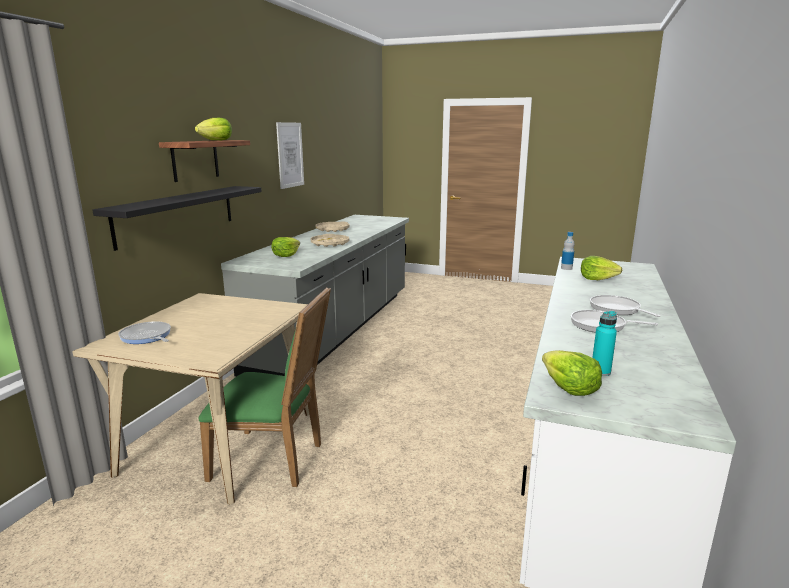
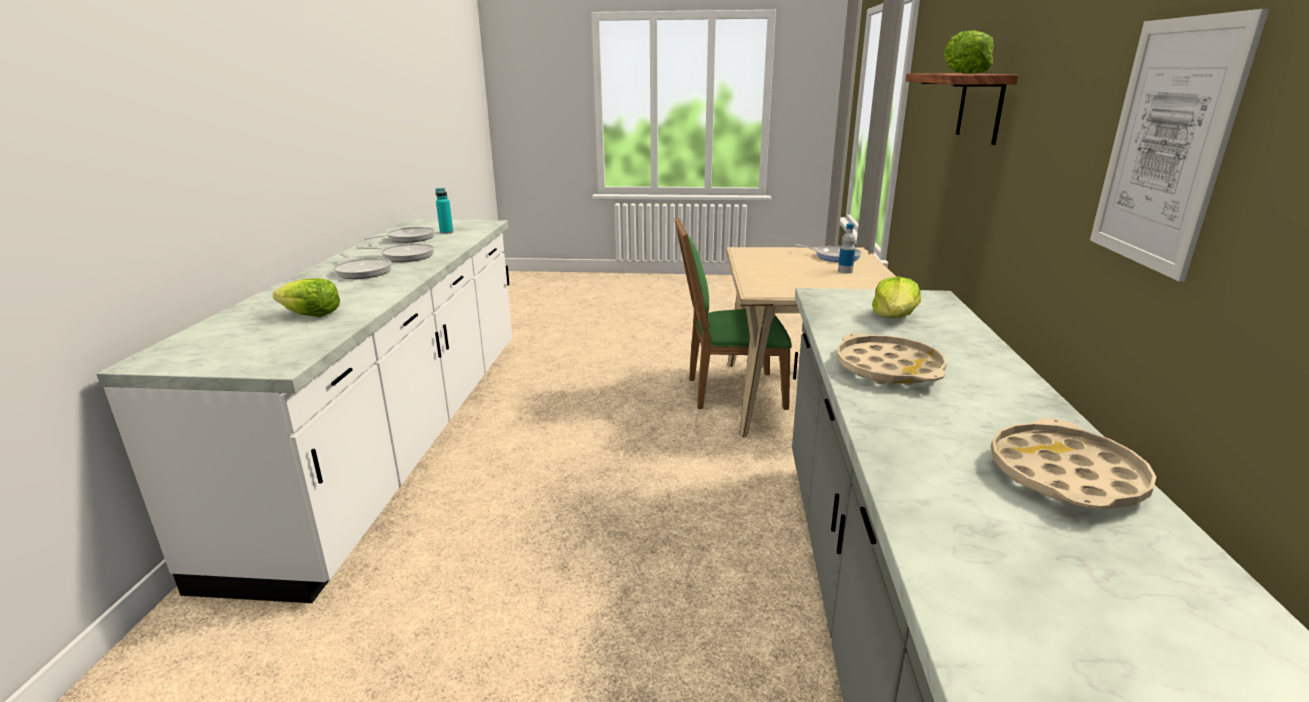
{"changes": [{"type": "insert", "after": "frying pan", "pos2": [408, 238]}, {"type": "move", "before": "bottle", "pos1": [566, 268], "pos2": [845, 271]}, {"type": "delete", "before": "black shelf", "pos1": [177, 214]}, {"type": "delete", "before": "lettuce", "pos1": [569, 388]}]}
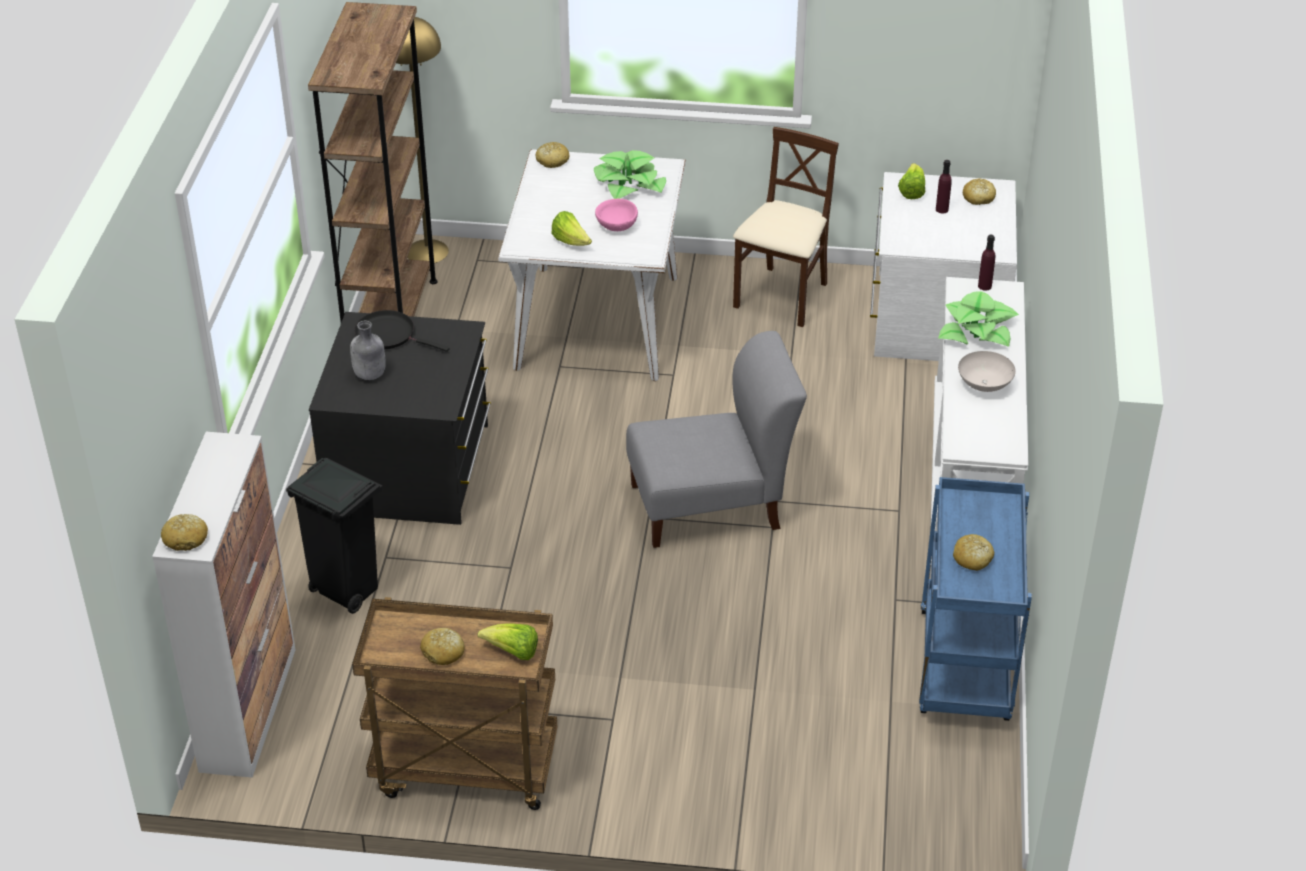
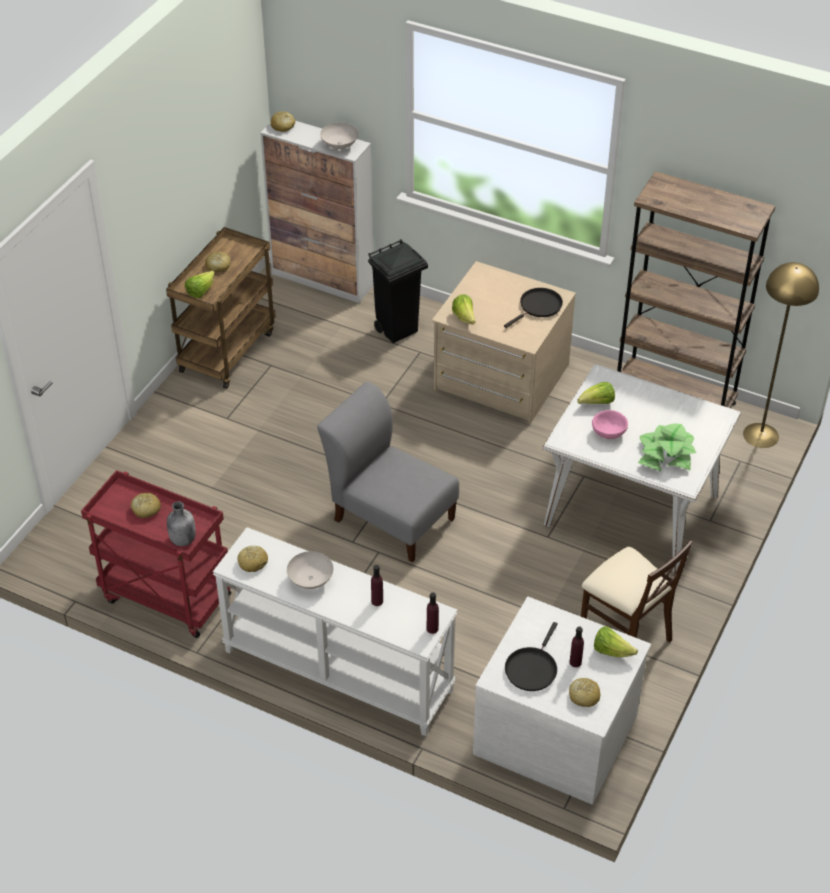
{"changes": [{"type": "recolor", "before": "blue cart", "after": "red cart", "pos1": [966, 669], "pos2": [164, 597]}, {"type": "move", "before": "grey bottle", "pos1": [370, 375], "pos2": [182, 540]}, {"type": "move", "before": "bread", "pos1": [552, 161], "pos2": [253, 562]}, {"type": "rotate", "before": "grey chair", "pos1": [712, 505], "pos2": [390, 516], "turn": 120}, {"type": "insert", "after": "white bowl", "pos2": [339, 146]}, {"type": "replace", "before": "potted plant", "after": "purple bottle", "pos1": [977, 331], "pos2": [377, 601]}, {"type": "recolor", "before": "black dresser", "after": "beige dresser", "pos1": [410, 469], "pos2": [500, 378]}, {"type": "insert", "after": "lettuce", "pos2": [464, 317]}, {"type": "insert", "after": "black frying pan", "pos2": [532, 668]}]}
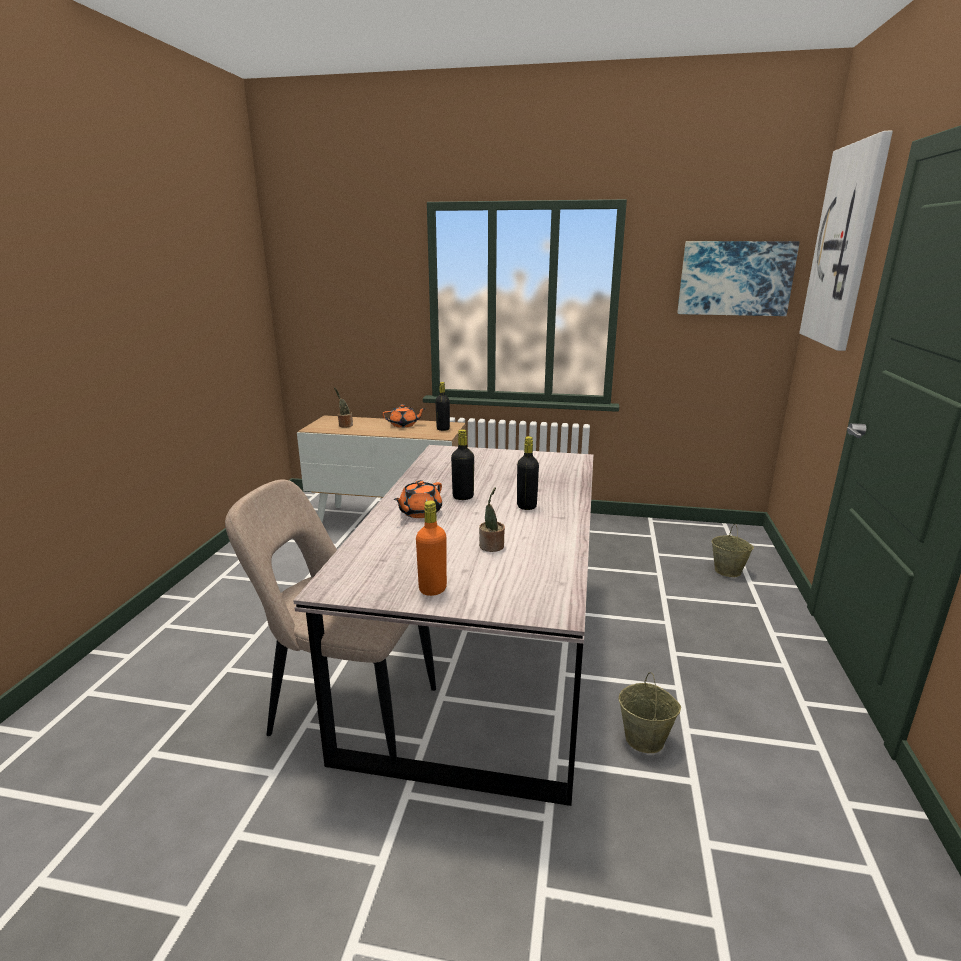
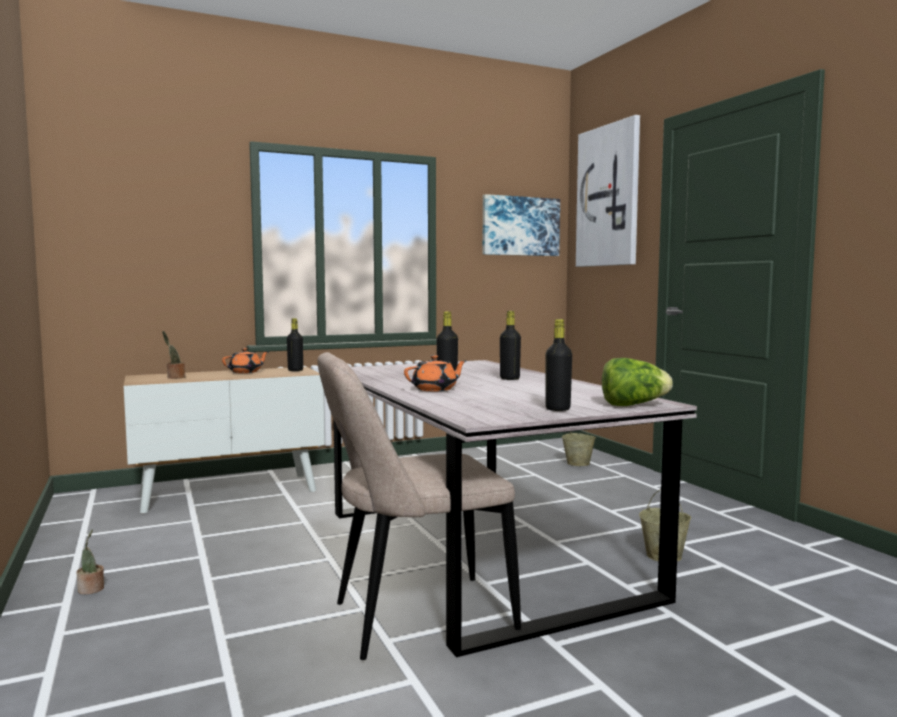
{"changes": [{"type": "move", "before": "potted plant", "pos1": [491, 547], "pos2": [91, 590]}, {"type": "rotate", "before": "orange teapot", "pos1": [419, 513], "pos2": [435, 389], "turn": -120}, {"type": "recolor", "before": "orange bottle", "after": "black bottle", "pos1": [432, 589], "pos2": [557, 409]}, {"type": "insert", "after": "lettuce", "pos2": [633, 405]}]}
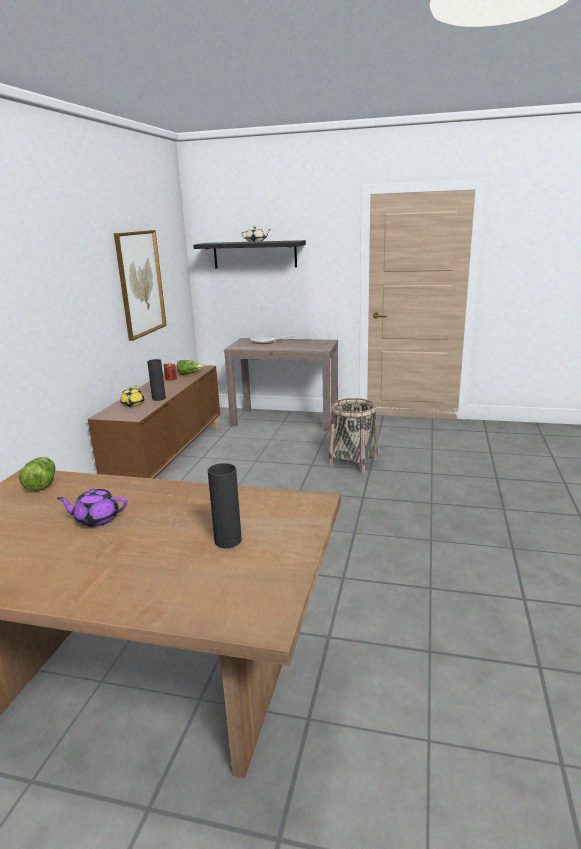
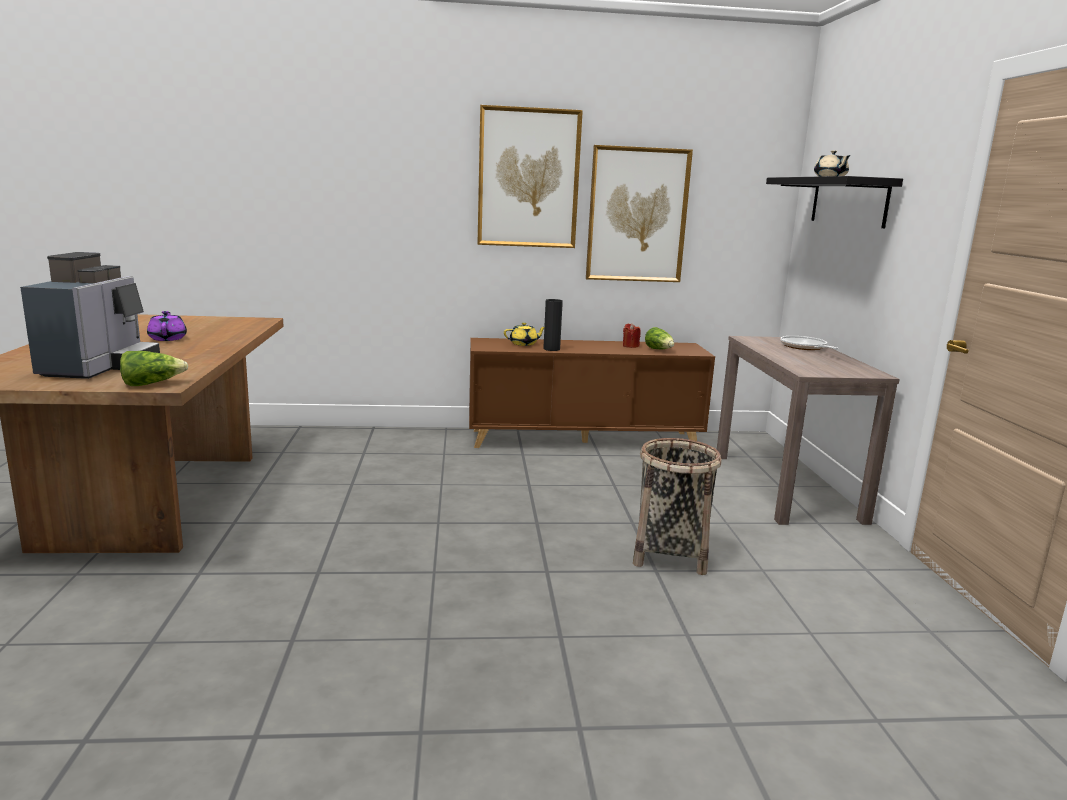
{"changes": [{"type": "replace", "before": "black vase", "after": "coffee machine", "pos1": [228, 541], "pos2": [100, 367]}, {"type": "move", "before": "lettuce", "pos1": [41, 484], "pos2": [152, 384]}, {"type": "insert", "after": "picture", "pos2": [528, 178]}]}
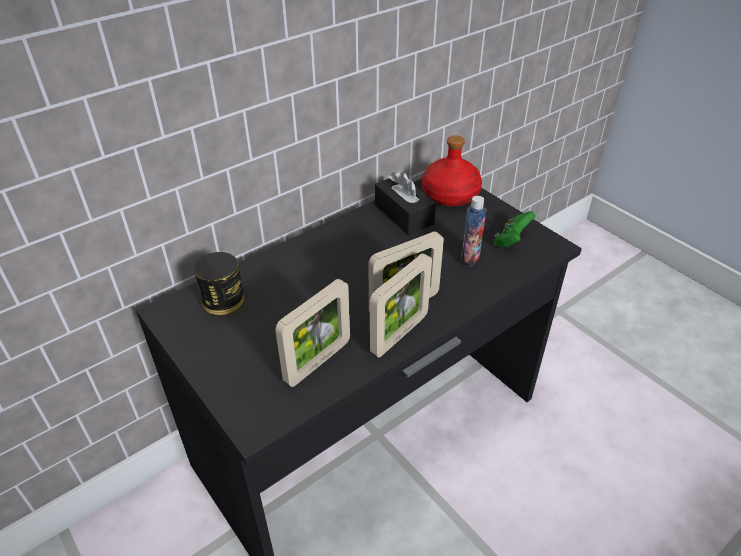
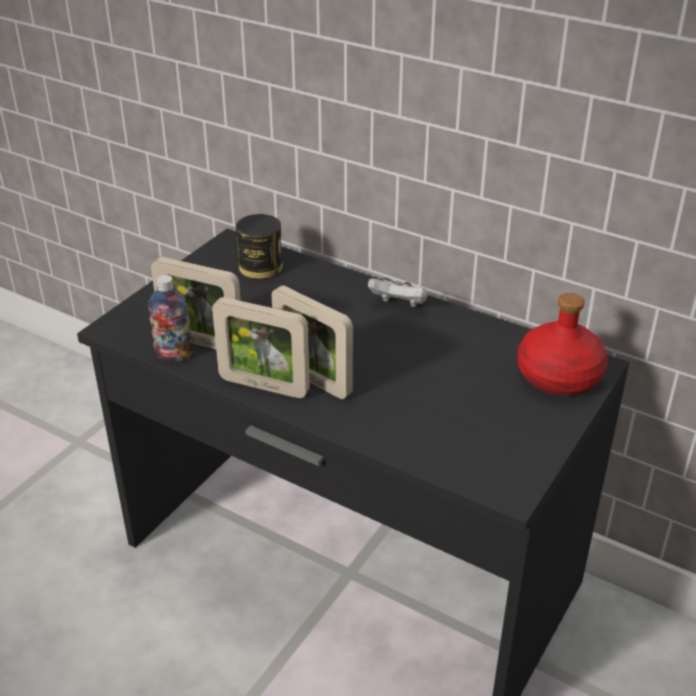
{"changes": [{"type": "move", "before": "bottle", "pos1": [470, 258], "pos2": [174, 355]}, {"type": "insert", "after": "white game controller", "pos2": [399, 305]}, {"type": "delete", "before": "black tissue box", "pos1": [404, 214]}, {"type": "delete", "before": "green game controller", "pos1": [511, 241]}]}
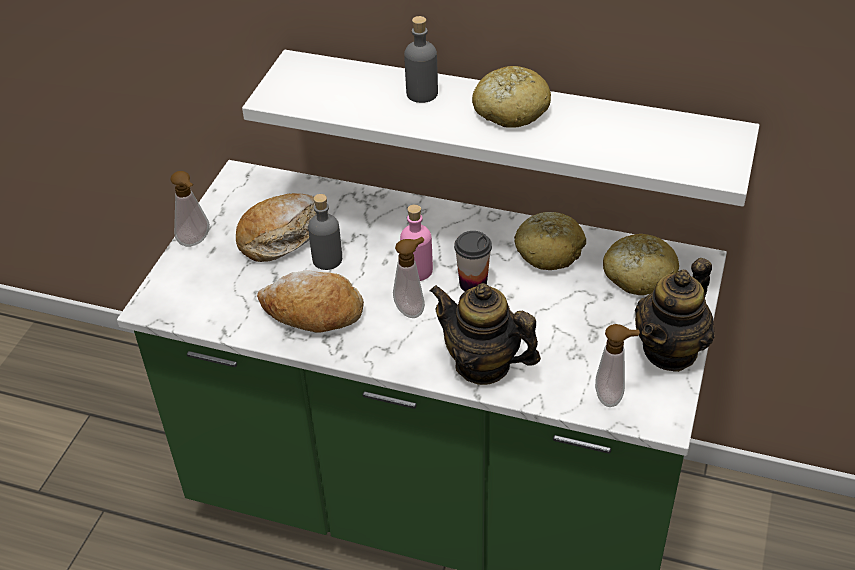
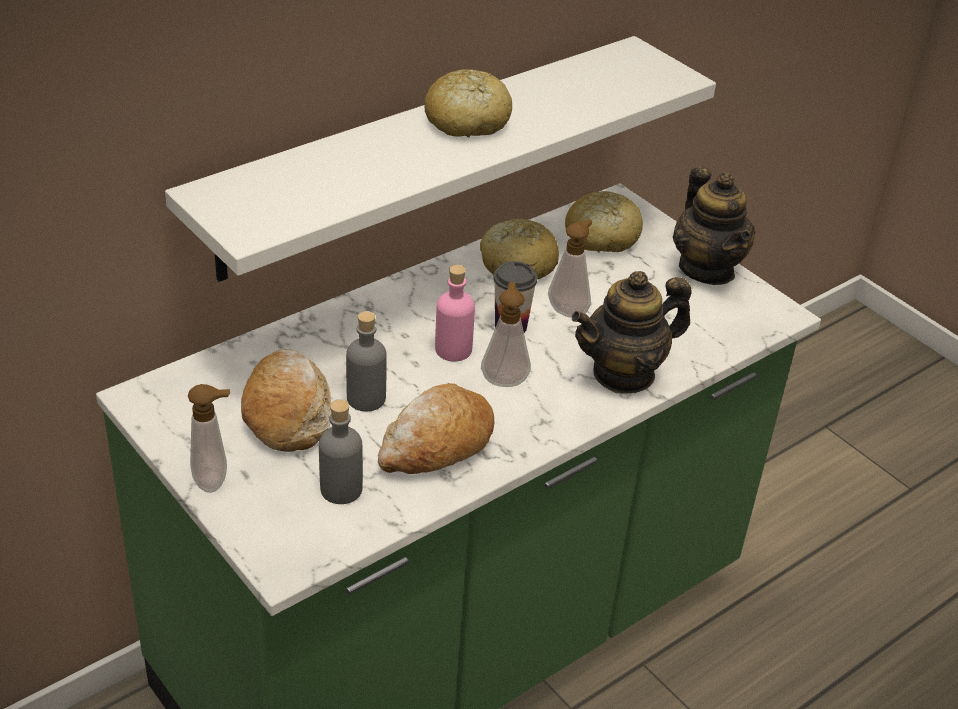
{"changes": [{"type": "move", "before": "grey bottle", "pos1": [422, 93], "pos2": [341, 489]}, {"type": "move", "before": "soap dispenser", "pos1": [611, 396], "pos2": [569, 310]}]}
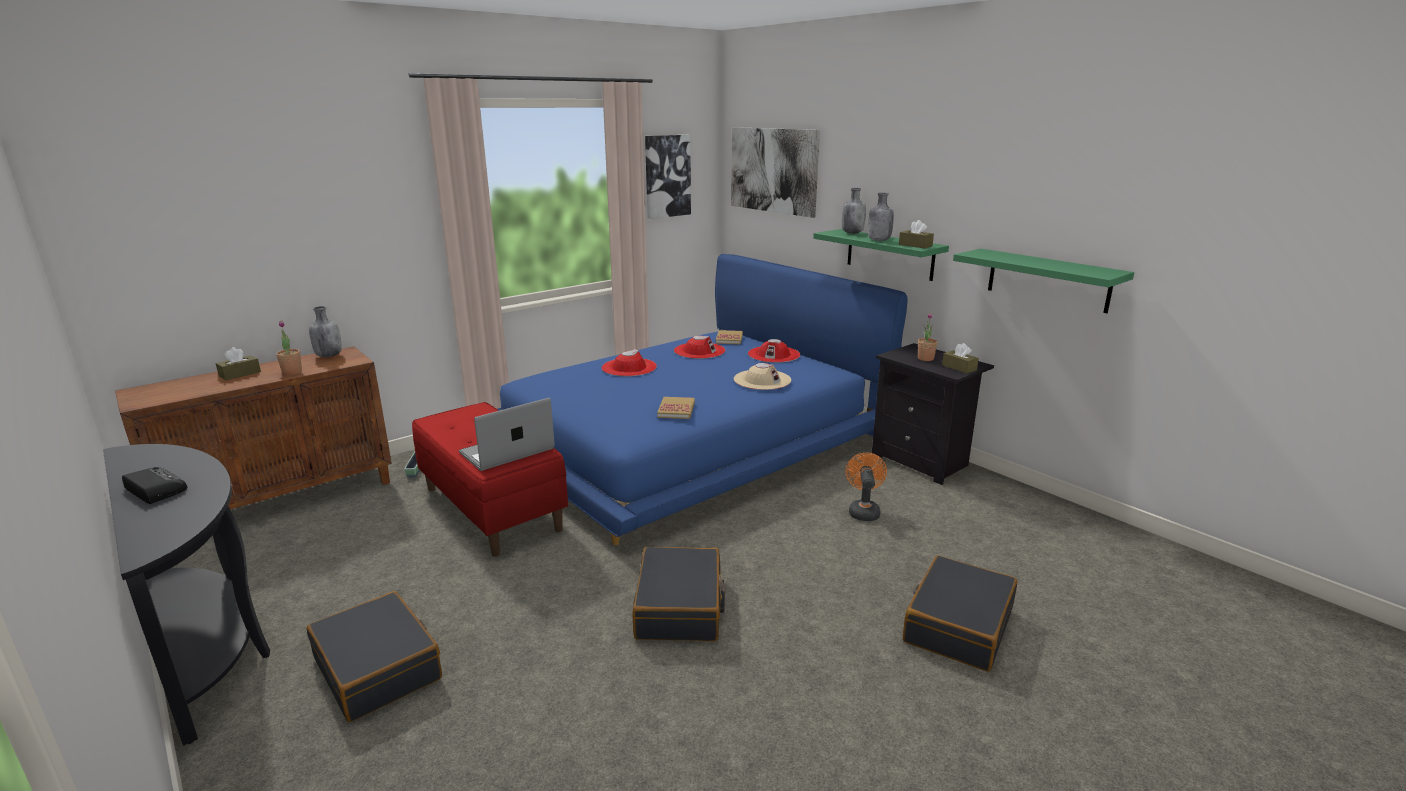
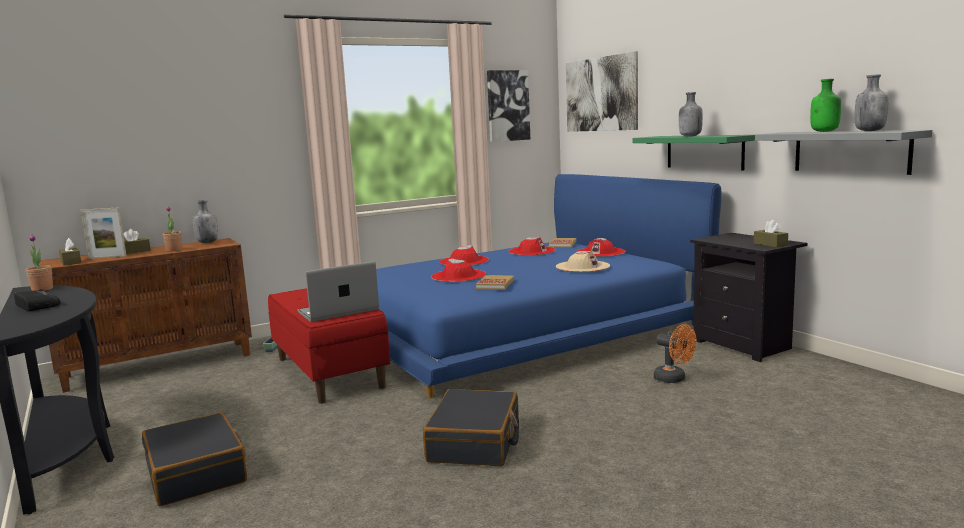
{"changes": [{"type": "move", "before": "potted plant", "pos1": [925, 358], "pos2": [42, 289]}, {"type": "move", "before": "brown tissue box", "pos1": [915, 245], "pos2": [71, 262]}, {"type": "insert", "after": "picture frame", "pos2": [107, 257]}, {"type": "insert", "after": "red hat", "pos2": [458, 276]}, {"type": "rotate", "before": "orange fan", "pos1": [863, 511], "pos2": [674, 379], "turn": 120}, {"type": "recolor", "before": "green shelf", "after": "grey shelf", "pos1": [1048, 280], "pos2": [850, 151]}, {"type": "insert", "after": "green bottle", "pos2": [825, 131]}, {"type": "move", "before": "grey bottle", "pos1": [852, 233], "pos2": [870, 131]}, {"type": "delete", "before": "black suitcase", "pos1": [957, 625]}]}
